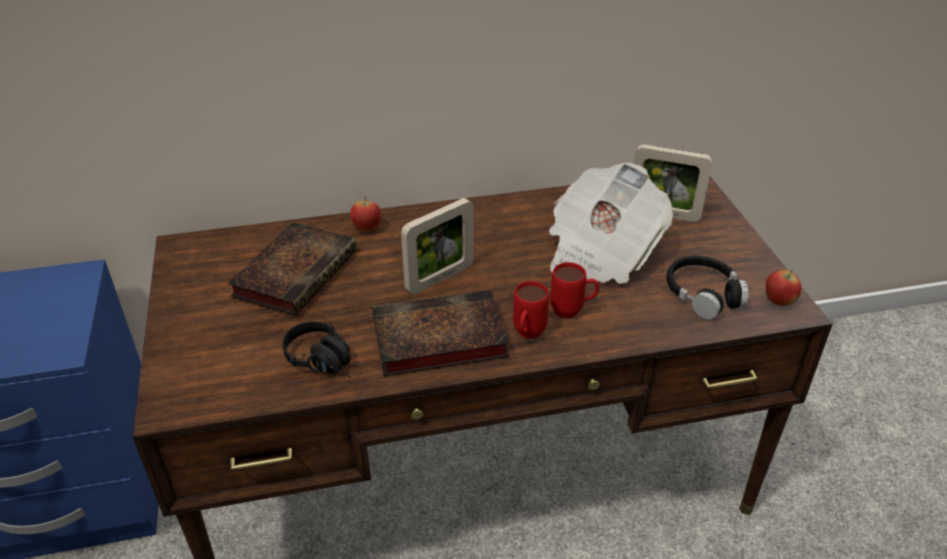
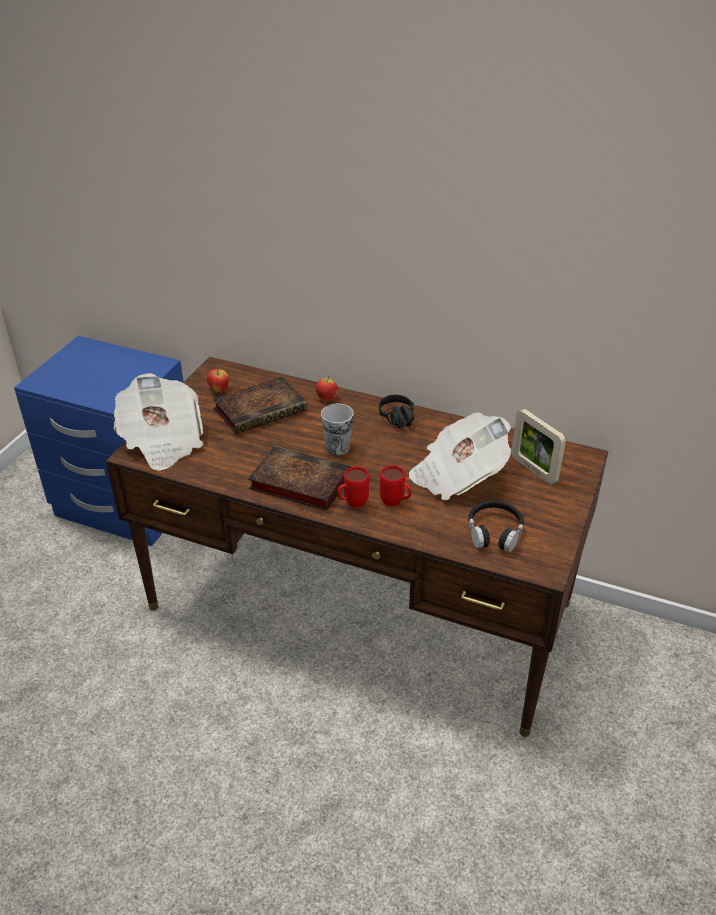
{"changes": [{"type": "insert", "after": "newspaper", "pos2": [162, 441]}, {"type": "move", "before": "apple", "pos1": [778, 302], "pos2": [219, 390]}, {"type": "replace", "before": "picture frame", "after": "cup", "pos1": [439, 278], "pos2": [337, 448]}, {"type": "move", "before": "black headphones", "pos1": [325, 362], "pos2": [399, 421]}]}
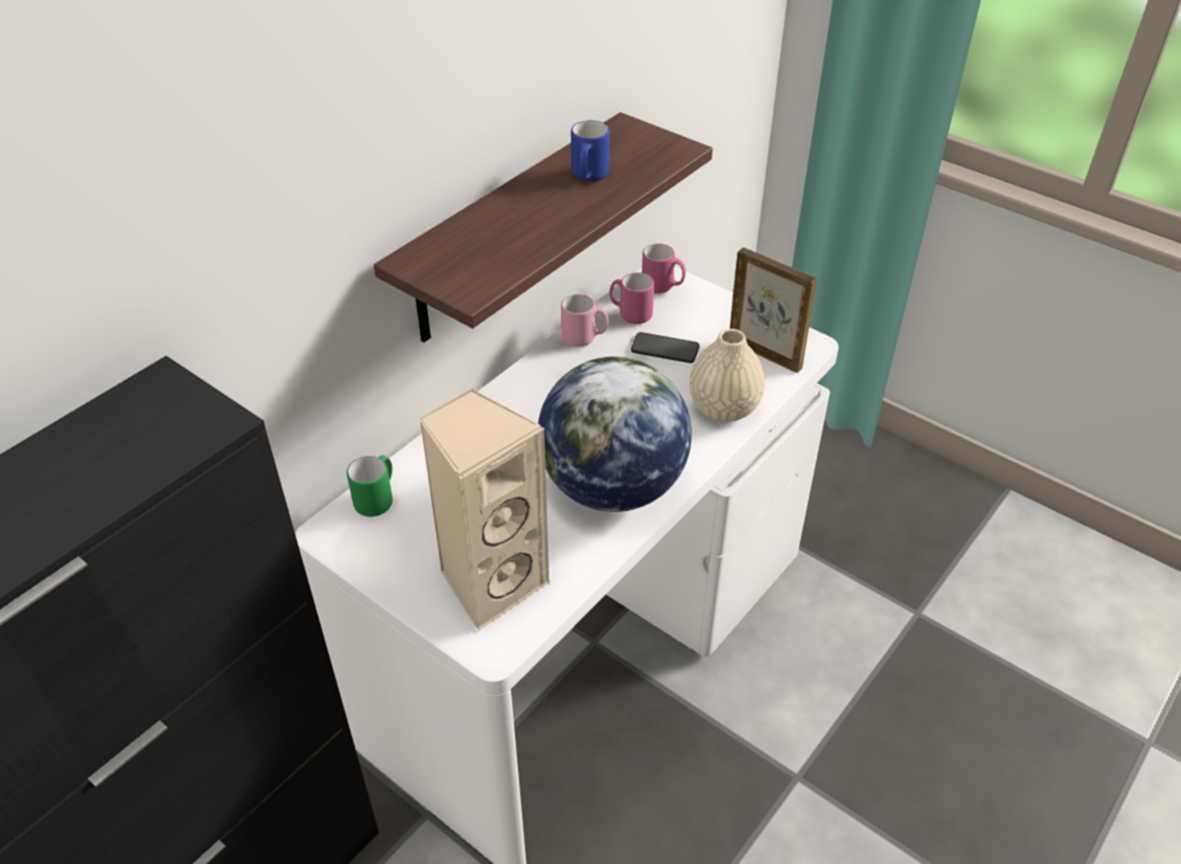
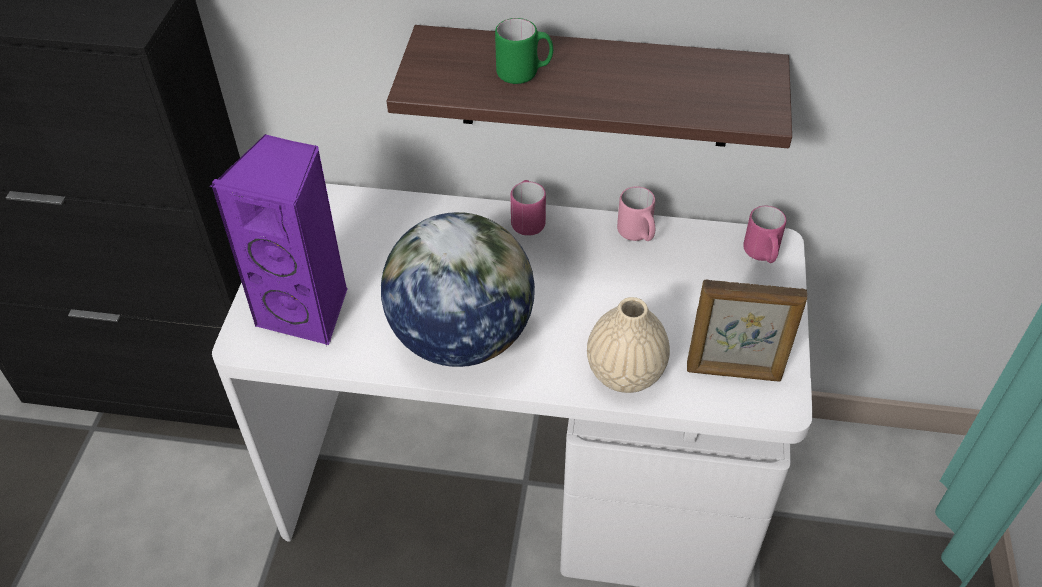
{"changes": [{"type": "recolor", "before": "beige speaker", "after": "purple speaker", "pos1": [491, 582], "pos2": [308, 310]}, {"type": "move", "before": "green mug", "pos1": [378, 499], "pos2": [524, 73]}, {"type": "move", "before": "pink mug", "pos1": [630, 314], "pos2": [527, 220]}, {"type": "rotate", "before": "picture frame", "pos1": [765, 353], "pos2": [734, 373], "turn": 90}, {"type": "delete", "before": "blue mug", "pos1": [588, 177]}, {"type": "delete", "before": "phone", "pos1": [665, 349]}]}
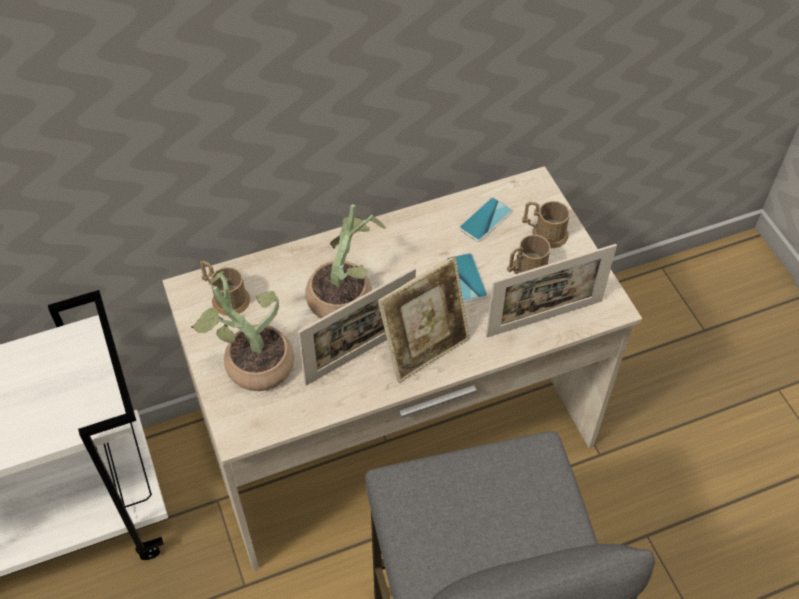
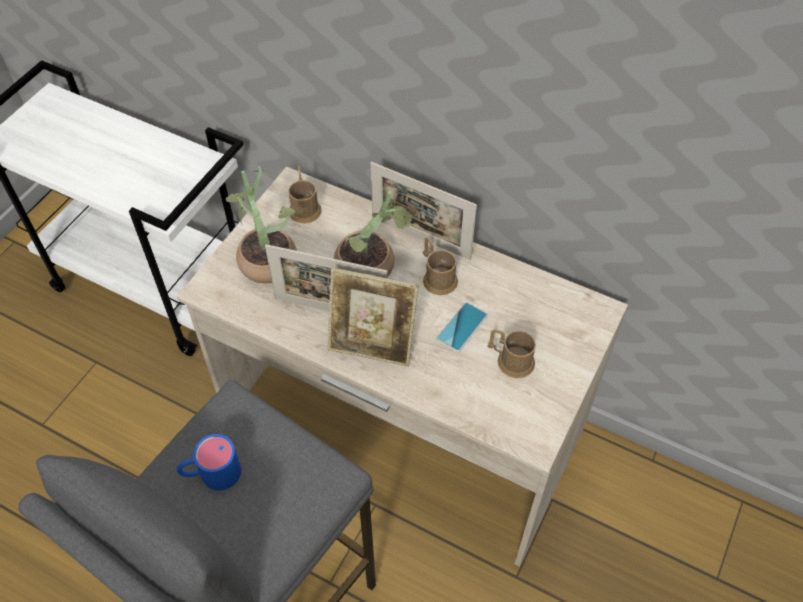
{"changes": [{"type": "insert", "after": "blue mug", "pos2": [211, 474]}, {"type": "move", "before": "picture frame", "pos1": [544, 318], "pos2": [421, 238]}, {"type": "move", "before": "brown mug", "pos1": [544, 233], "pos2": [437, 277]}, {"type": "delete", "before": "phone", "pos1": [485, 220]}]}
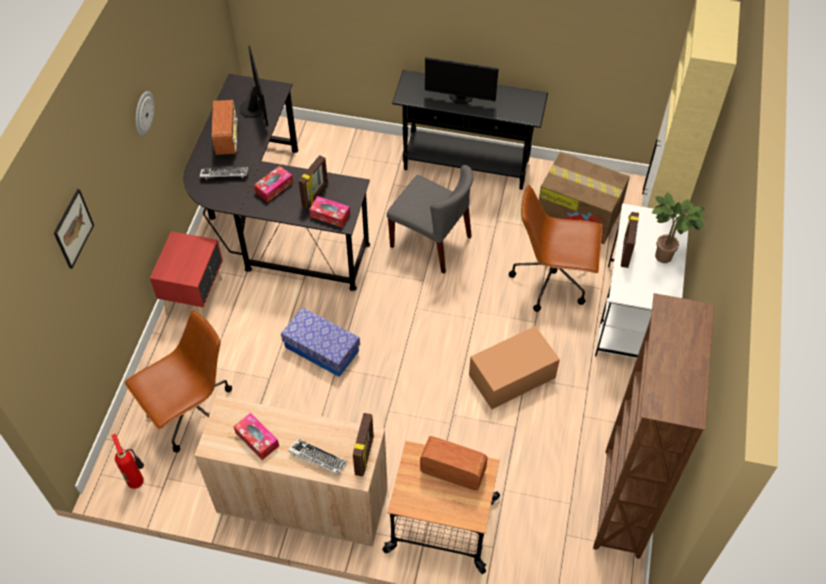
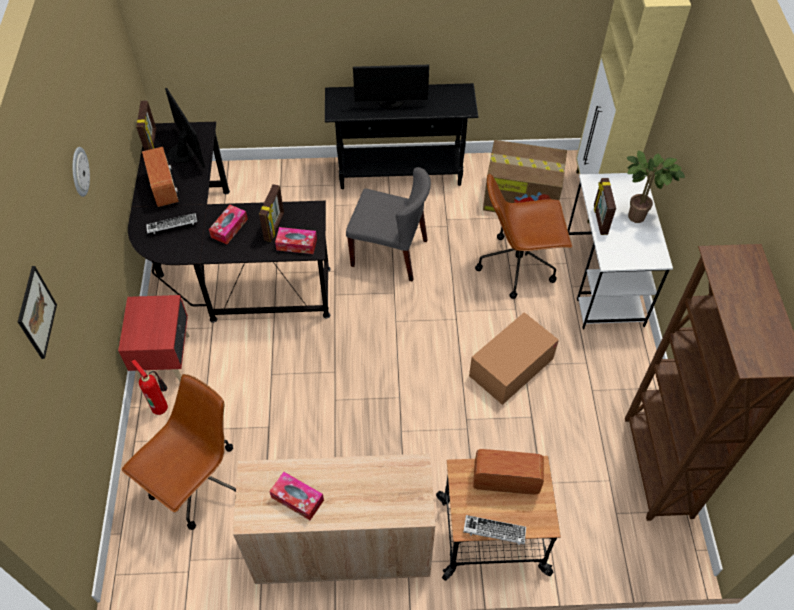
{"changes": [{"type": "move", "before": "fire extinguisher", "pos1": [136, 479], "pos2": [160, 405]}, {"type": "move", "before": "picture frame", "pos1": [365, 455], "pos2": [151, 141]}, {"type": "move", "before": "keyboard", "pos1": [317, 458], "pos2": [494, 531]}, {"type": "delete", "before": "storage box", "pos1": [321, 349]}]}
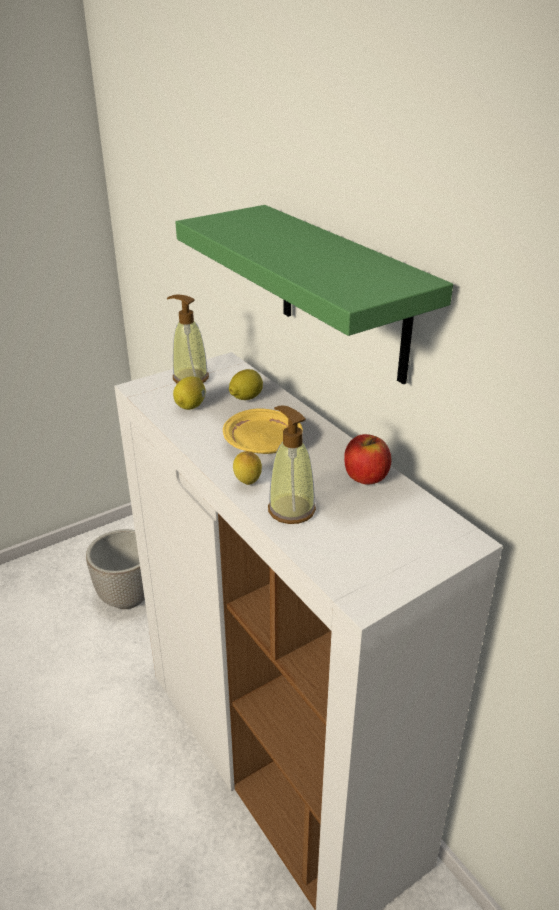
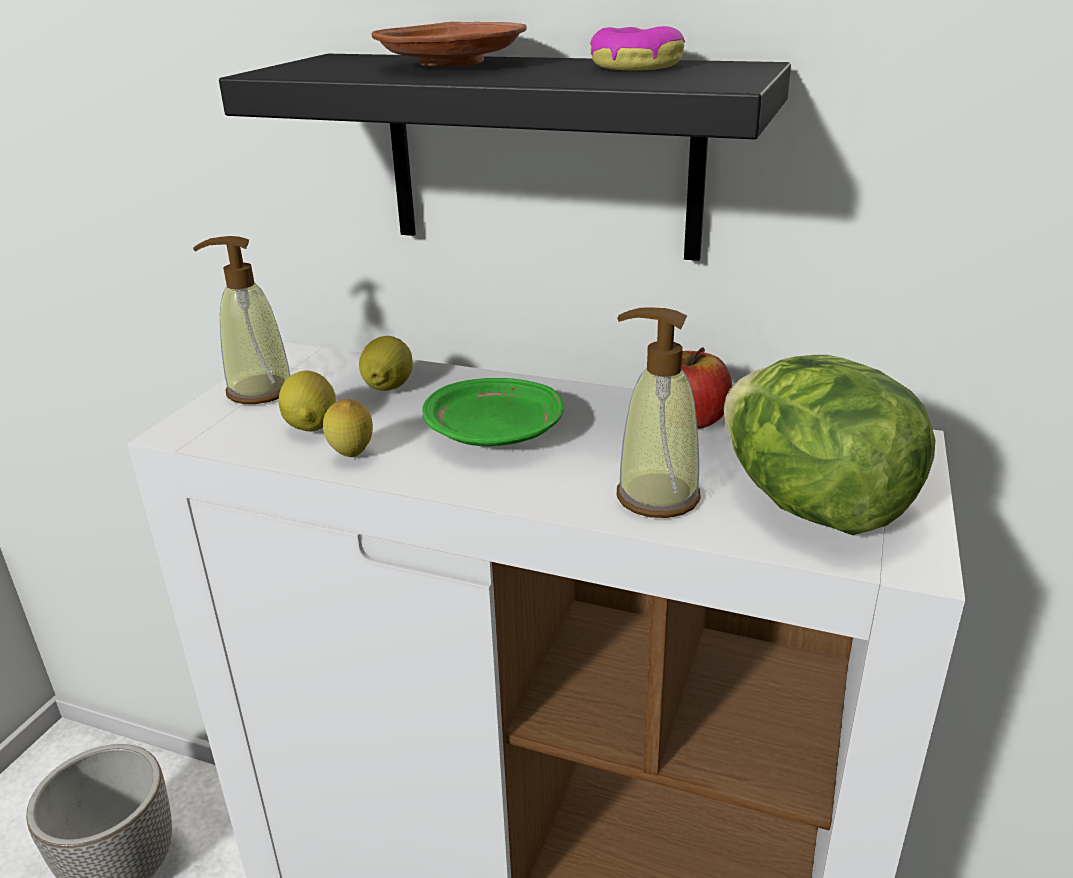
{"changes": [{"type": "recolor", "before": "green shelf", "after": "black shelf", "pos1": [343, 293], "pos2": [541, 155]}, {"type": "move", "before": "lemon", "pos1": [247, 484], "pos2": [352, 457]}, {"type": "insert", "after": "brown plate", "pos2": [453, 64]}, {"type": "recolor", "before": "yellow plate", "after": "green plate", "pos1": [263, 444], "pos2": [496, 433]}, {"type": "insert", "after": "donut", "pos2": [635, 66]}, {"type": "insert", "after": "lettuce", "pos2": [812, 506]}]}
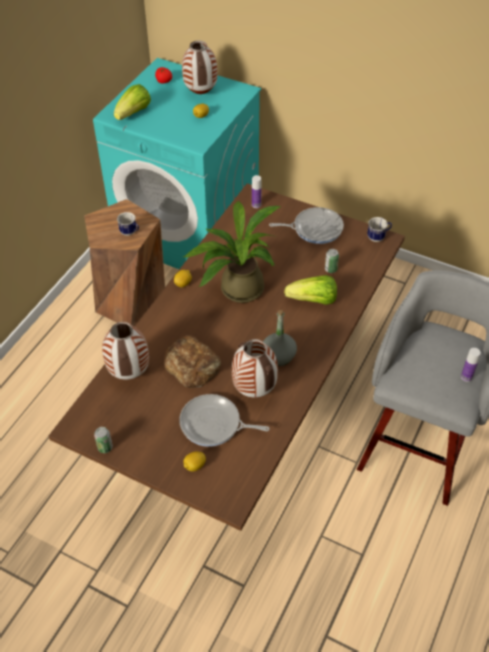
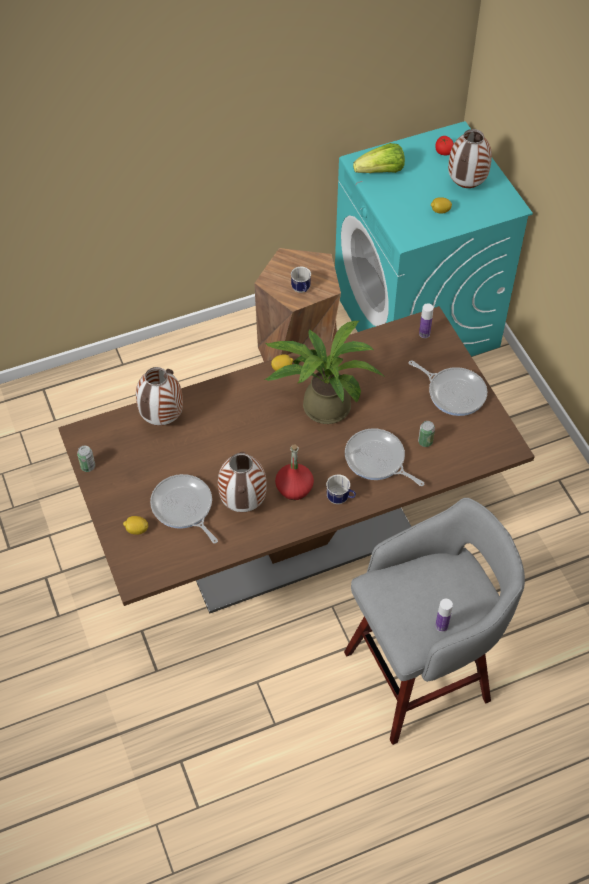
{"changes": [{"type": "recolor", "before": "grey bottle", "after": "red bottle", "pos1": [278, 356], "pos2": [294, 488]}, {"type": "move", "before": "mug", "pos1": [378, 237], "pos2": [340, 499]}, {"type": "replace", "before": "lettuce", "after": "frying pan", "pos1": [313, 300], "pos2": [377, 460]}, {"type": "delete", "before": "bread", "pos1": [193, 365]}]}
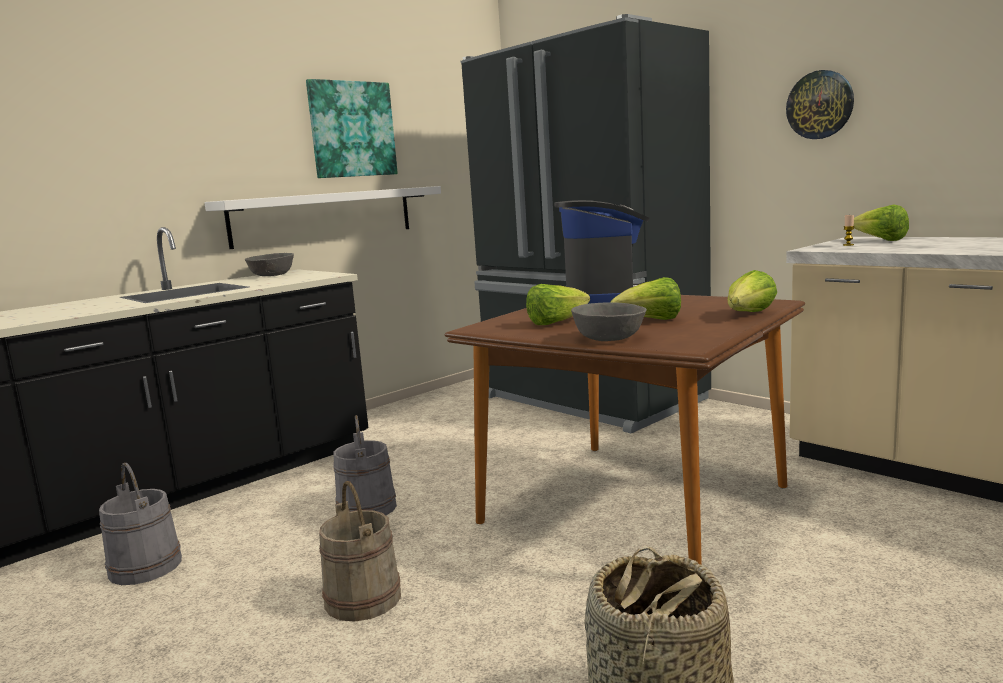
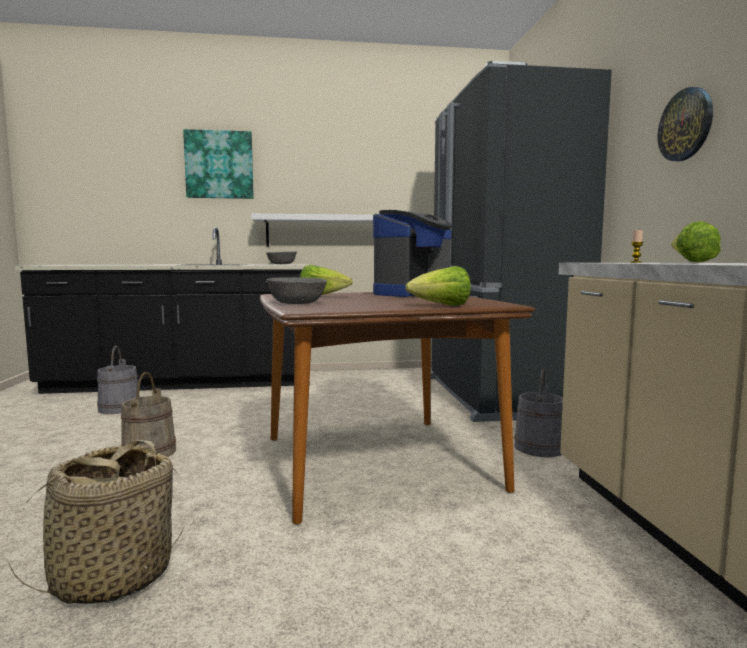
{"changes": [{"type": "move", "before": "picture", "pos1": [352, 129], "pos2": [219, 165]}, {"type": "move", "before": "grey bucket", "pos1": [366, 508], "pos2": [538, 447]}, {"type": "delete", "before": "lettuce", "pos1": [651, 321]}]}
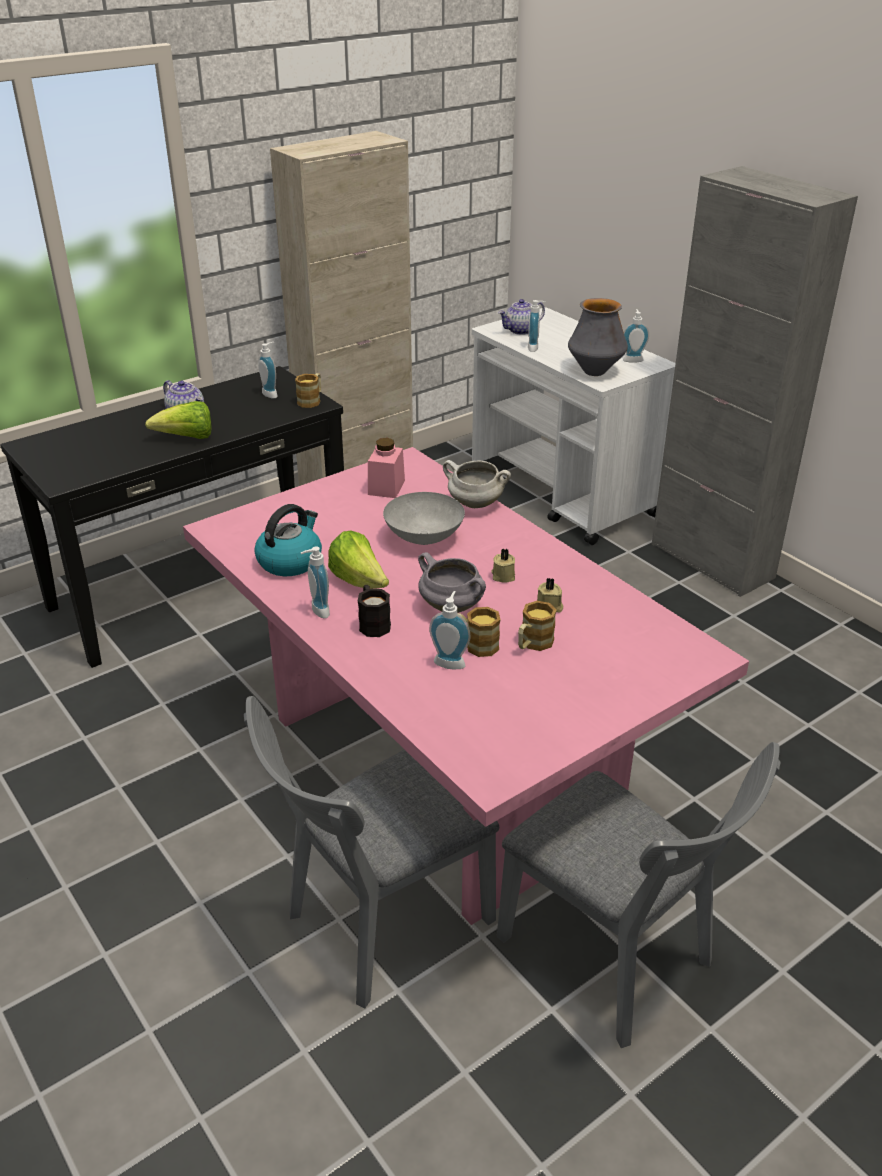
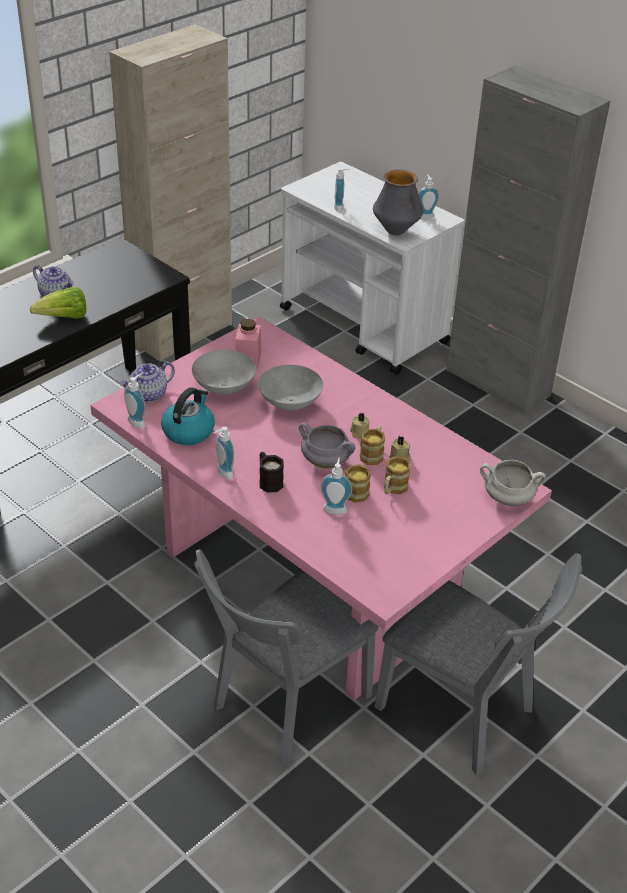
{"changes": [{"type": "move", "before": "teapot", "pos1": [520, 331], "pos2": [148, 395]}, {"type": "move", "before": "soap dispenser", "pos1": [271, 394], "pos2": [138, 421]}, {"type": "insert", "after": "grey bowl", "pos2": [223, 387]}, {"type": "move", "before": "mug", "pos1": [311, 400], "pos2": [373, 454]}, {"type": "move", "before": "white cooking pot", "pos1": [474, 504], "pos2": [507, 499]}, {"type": "delete", "before": "lettuce", "pos1": [359, 581]}]}
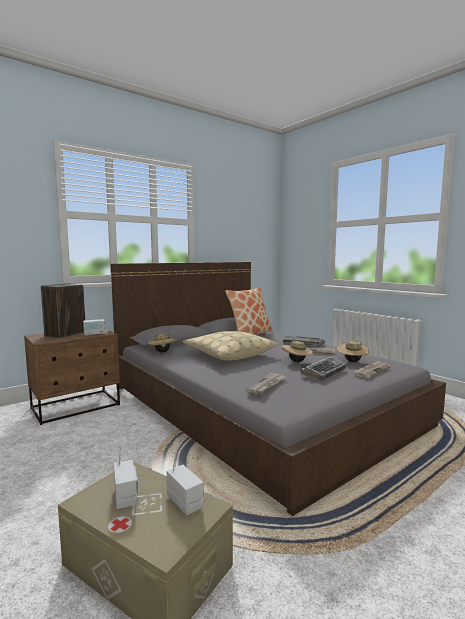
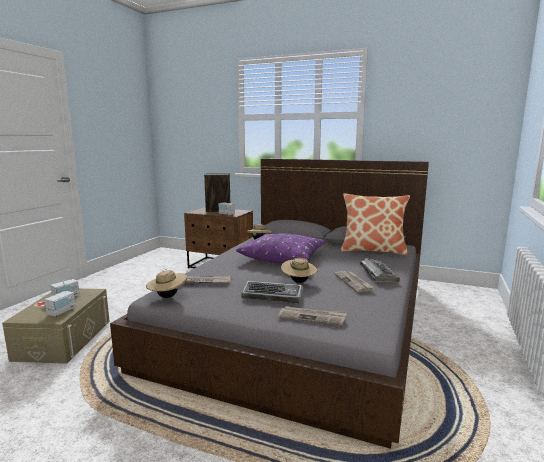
{"changes": [{"type": "move", "before": "beige hat", "pos1": [352, 361], "pos2": [167, 296]}, {"type": "recolor", "before": "beige pillow", "after": "purple pillow", "pos1": [228, 354], "pos2": [283, 257]}]}
